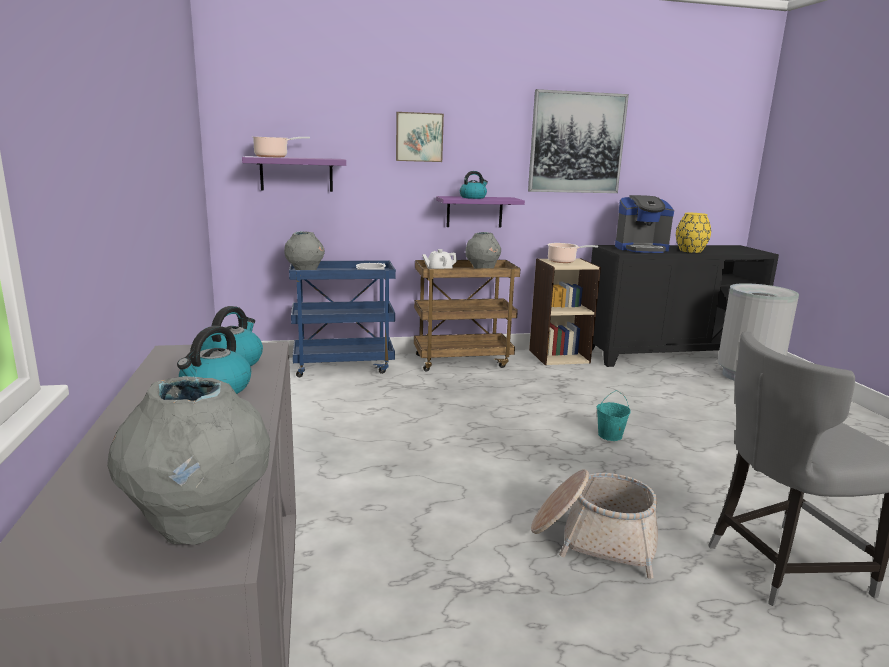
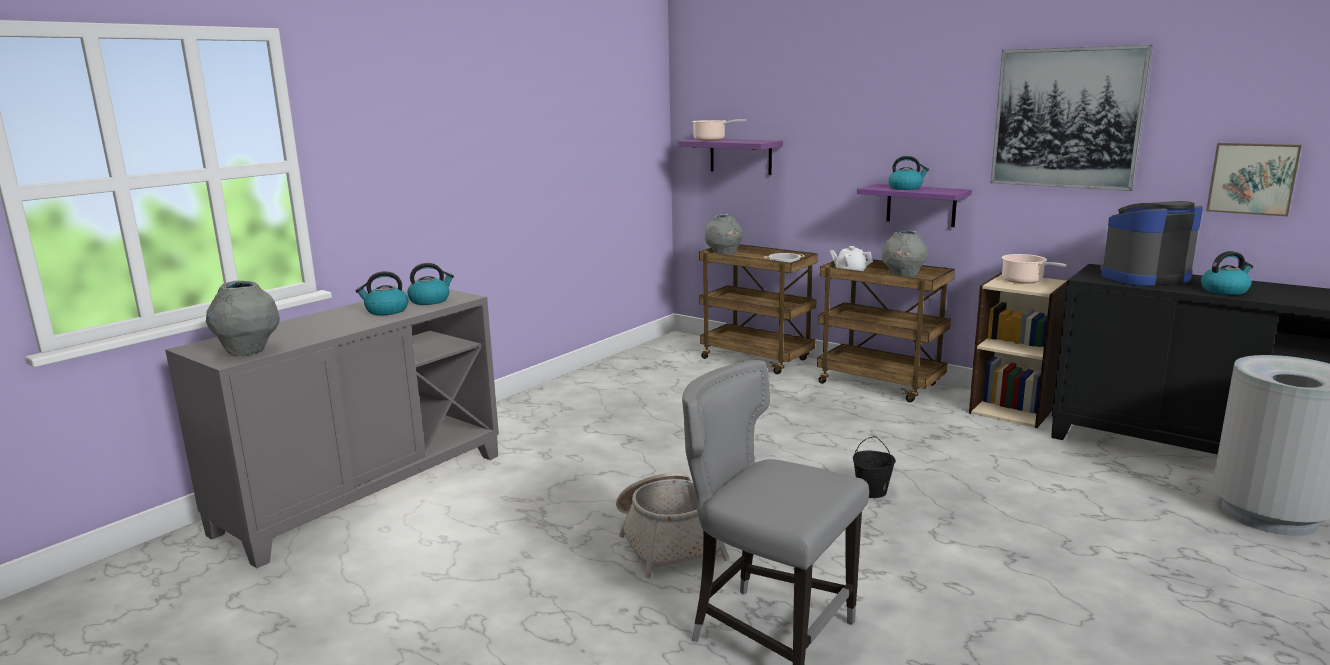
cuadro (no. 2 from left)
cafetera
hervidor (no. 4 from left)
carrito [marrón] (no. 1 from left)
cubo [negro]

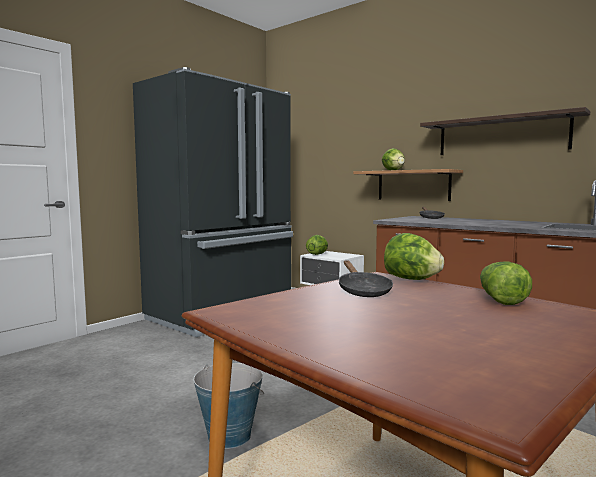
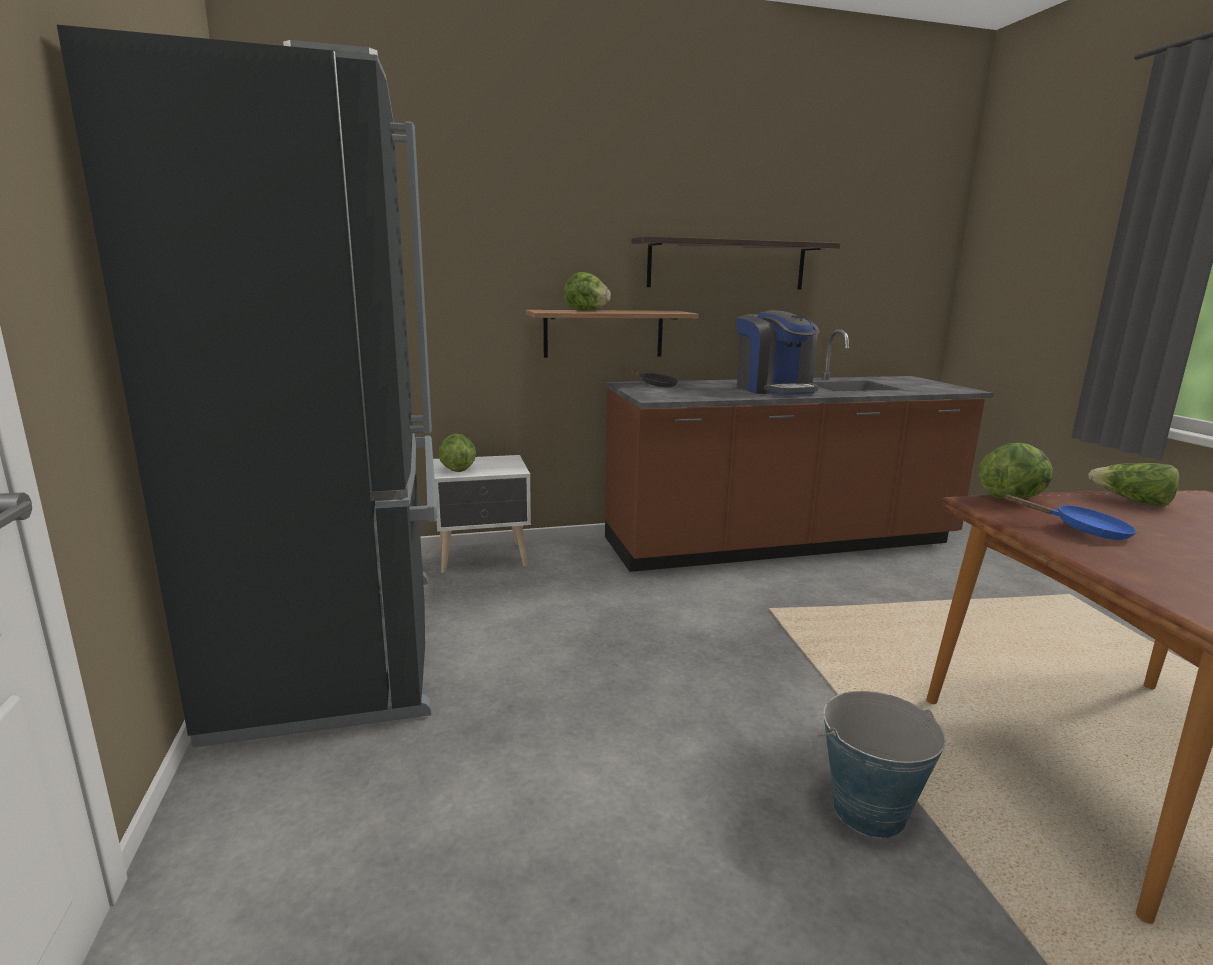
sartén [azul]
cafetera

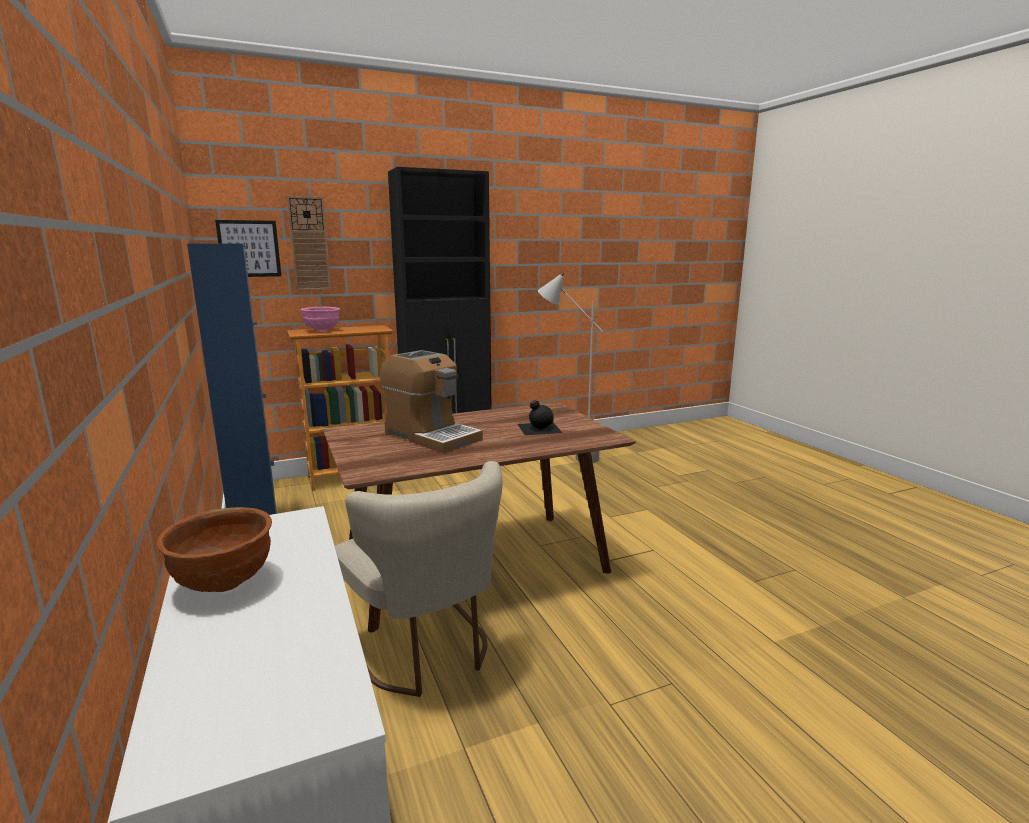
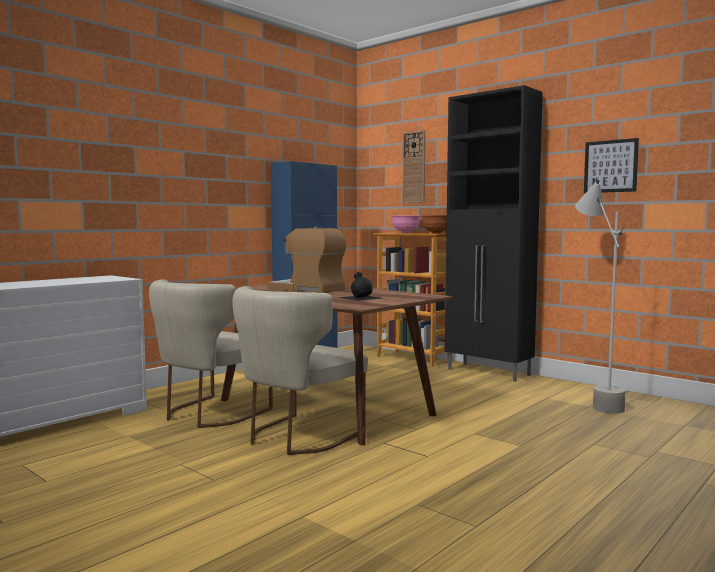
cuadro
cafetera
cuenco [marrón]
silla [beis] (no. 2 from left)

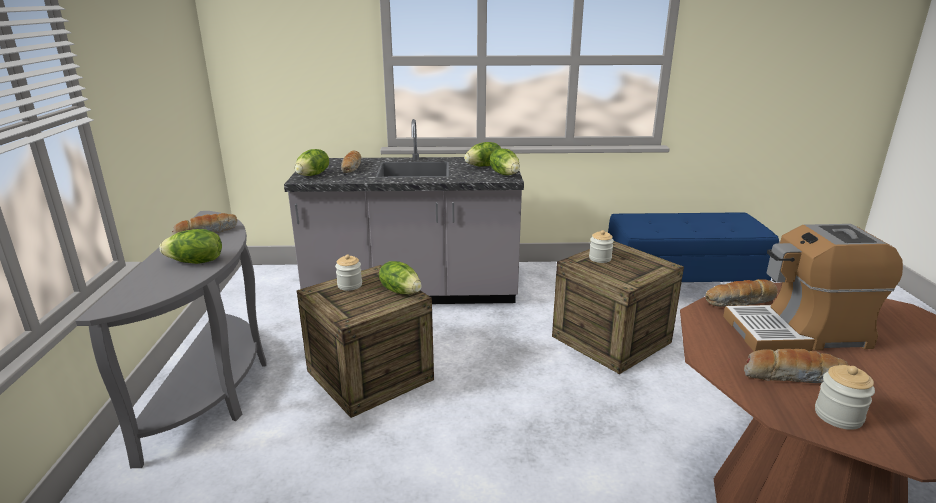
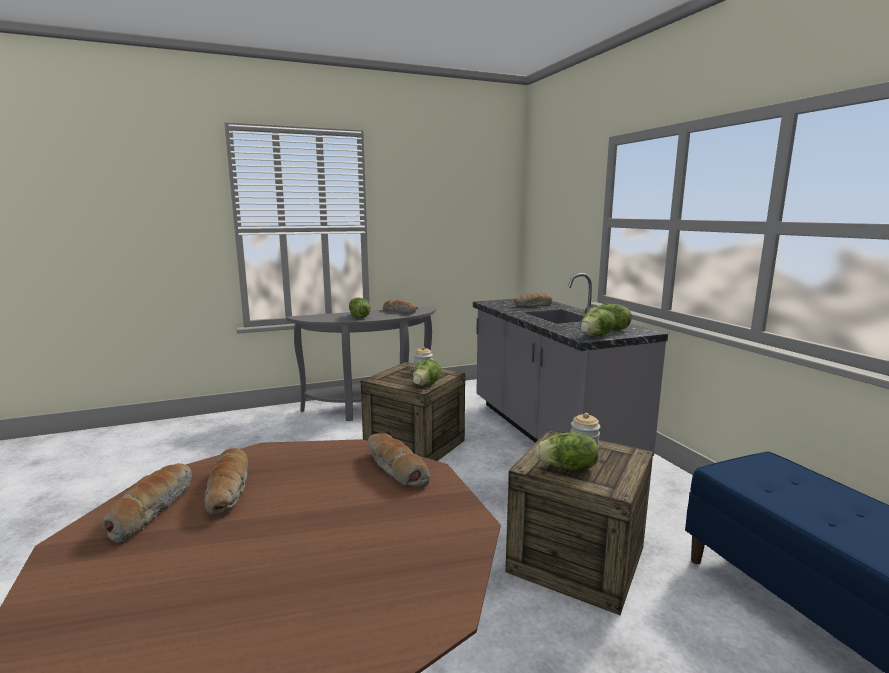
lechuga (no. 3 from left)
cafetera
pan (no. 1 from left)

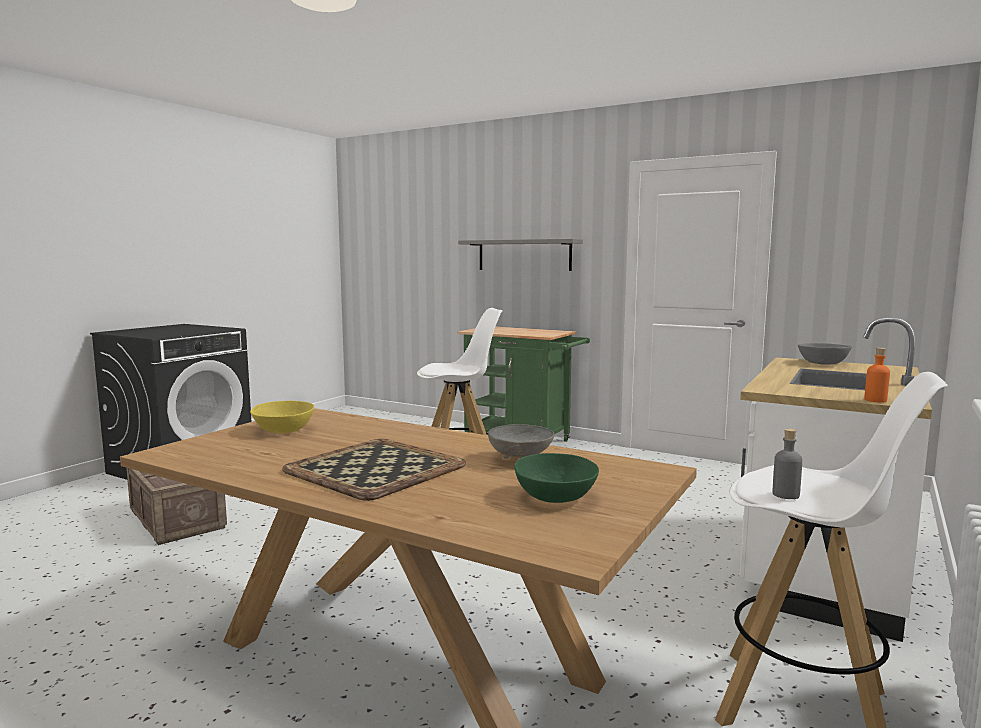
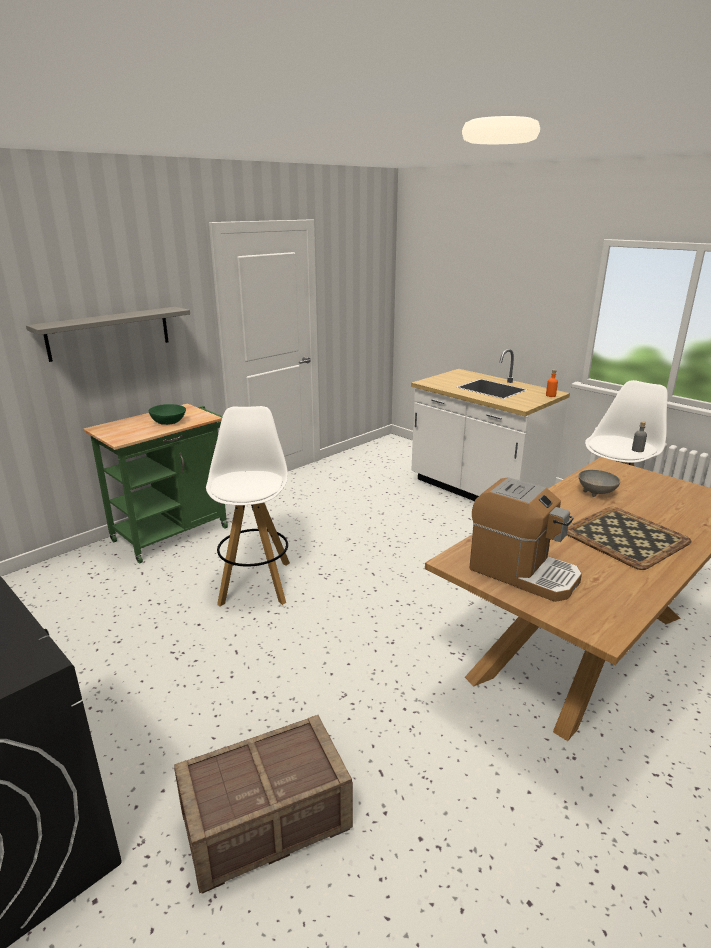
cuenco [gris] (no. 2 from left in the first image)
cafetera
cuenco [verde]

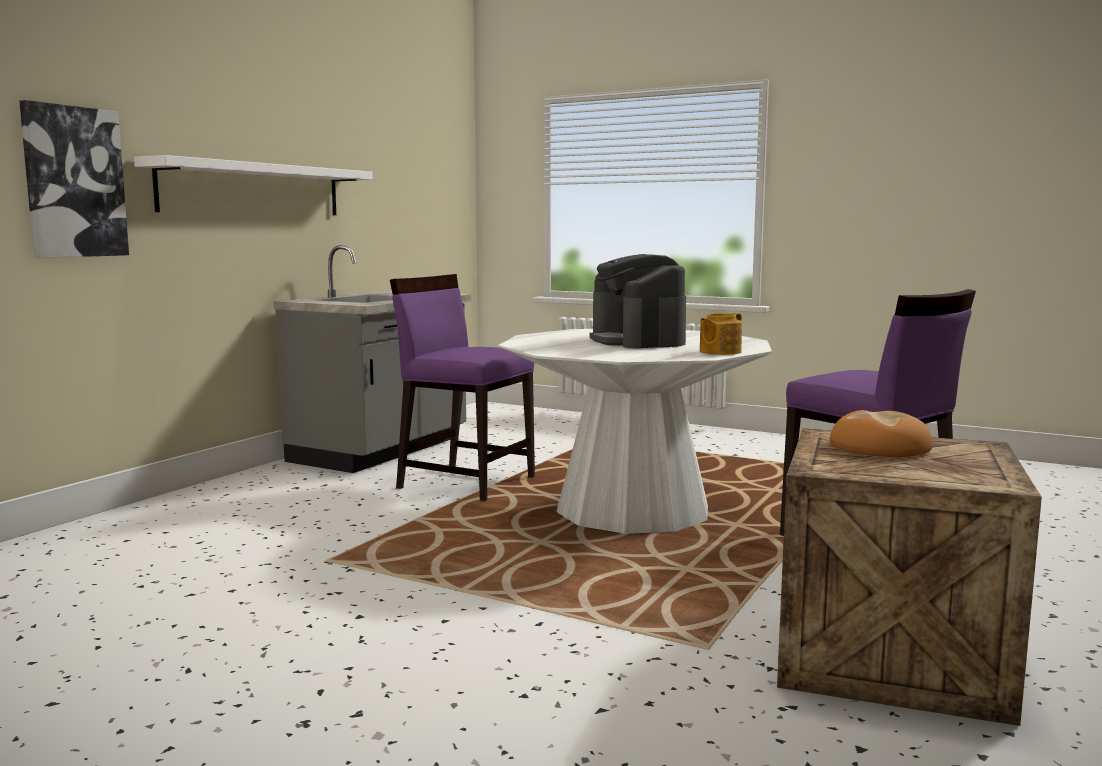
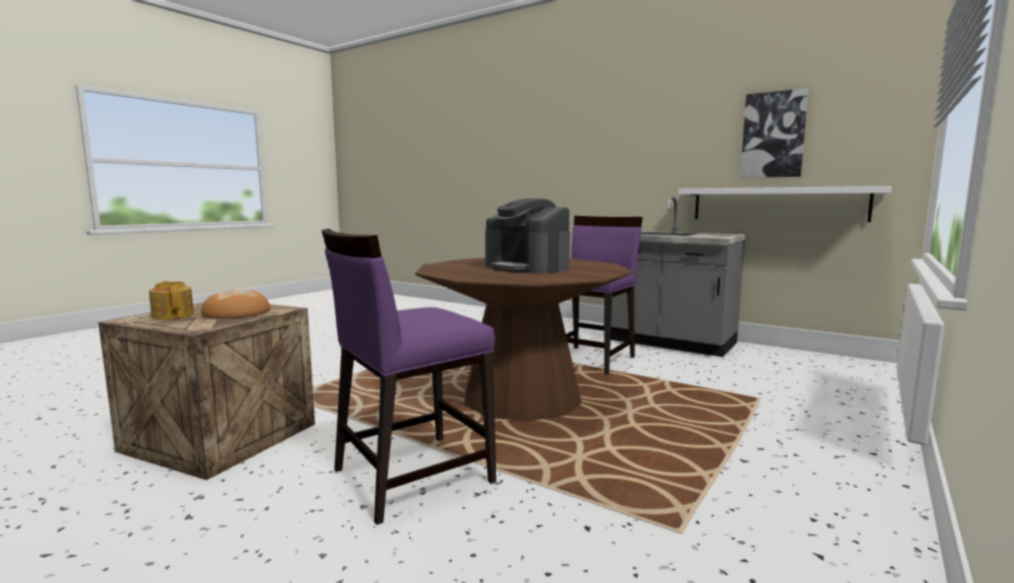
cuadro
estante [blanco]
cafetera
tetera
mesa de comedor [marrón]

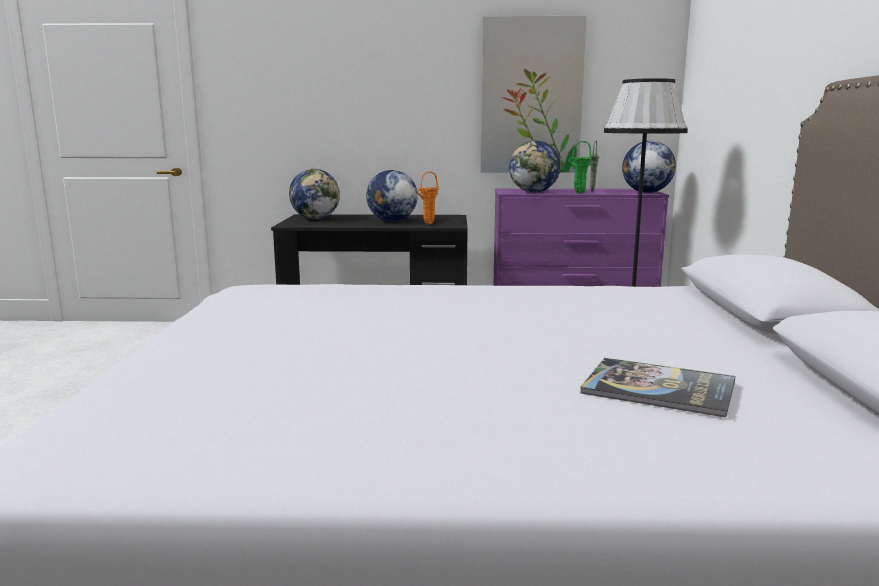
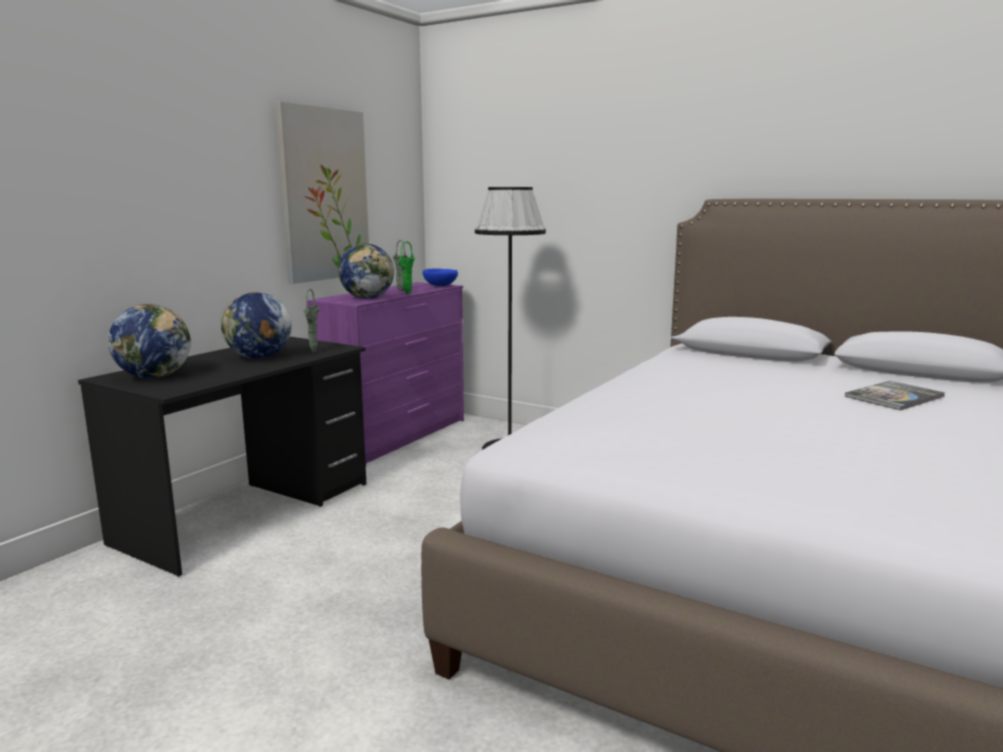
cuenco [azul]
florero [verde] (no. 1 from left)

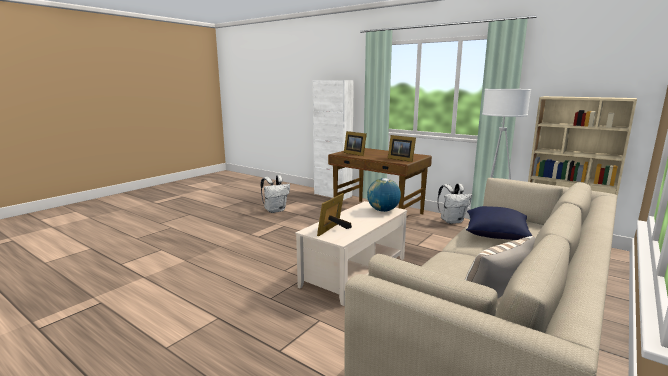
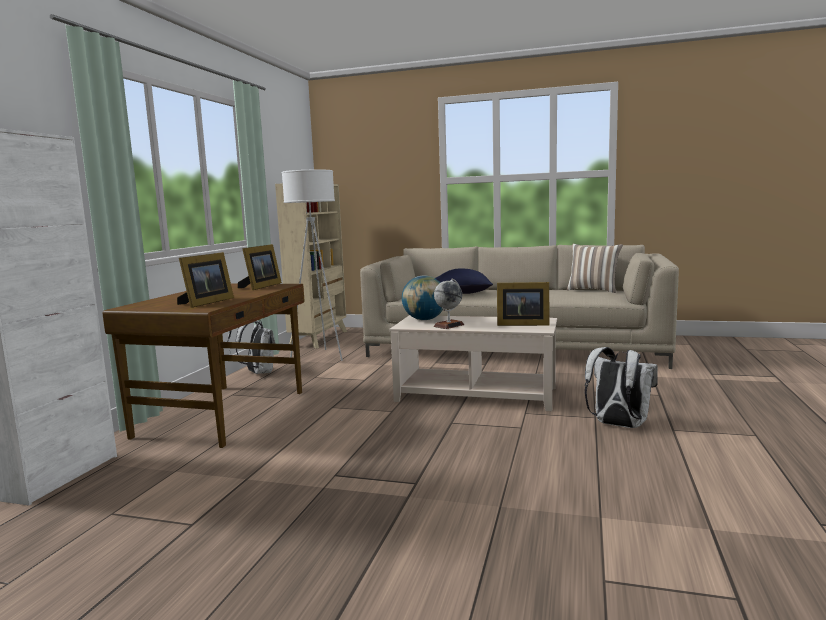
mochila [blanco] (no. 2 from left)
globo terráqueo (no. 2 from left)

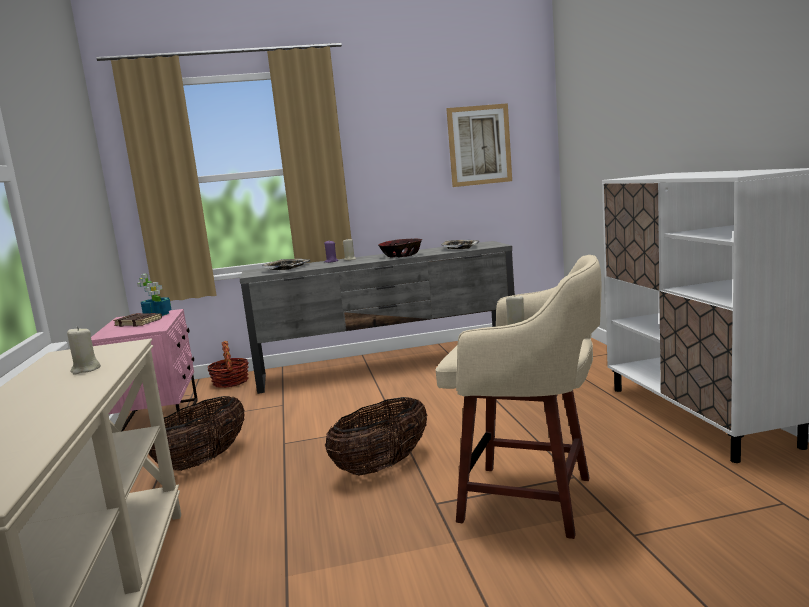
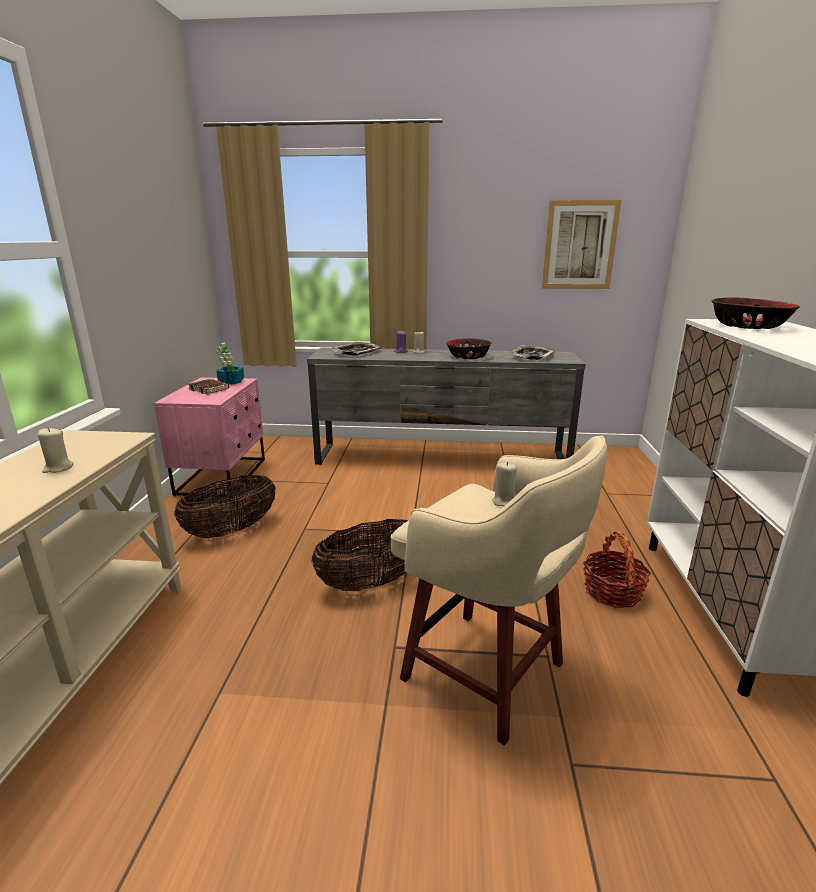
cesta (no. 3 from left)
cuenco (no. 2 from left)

